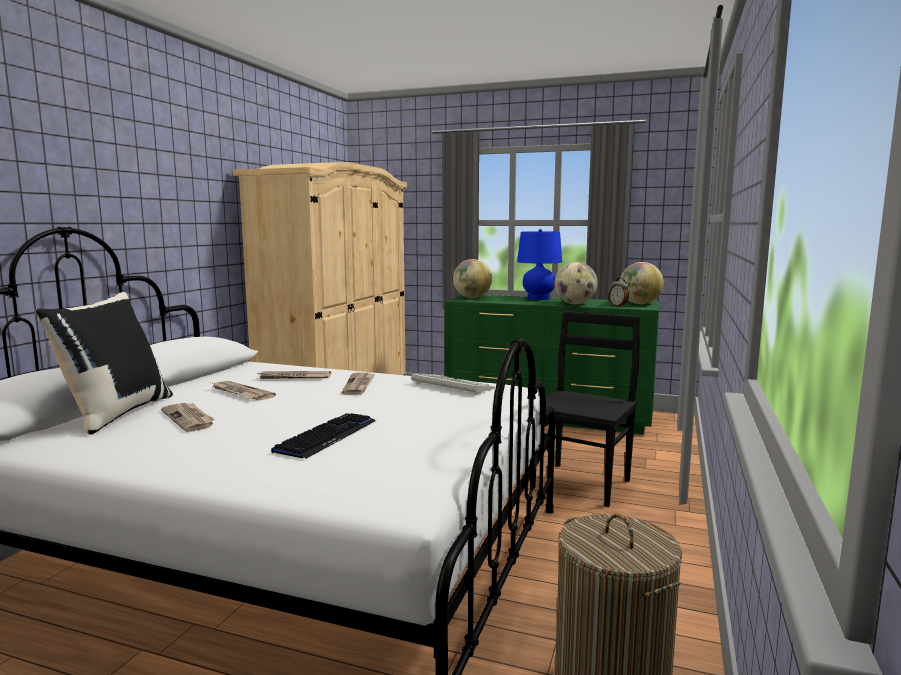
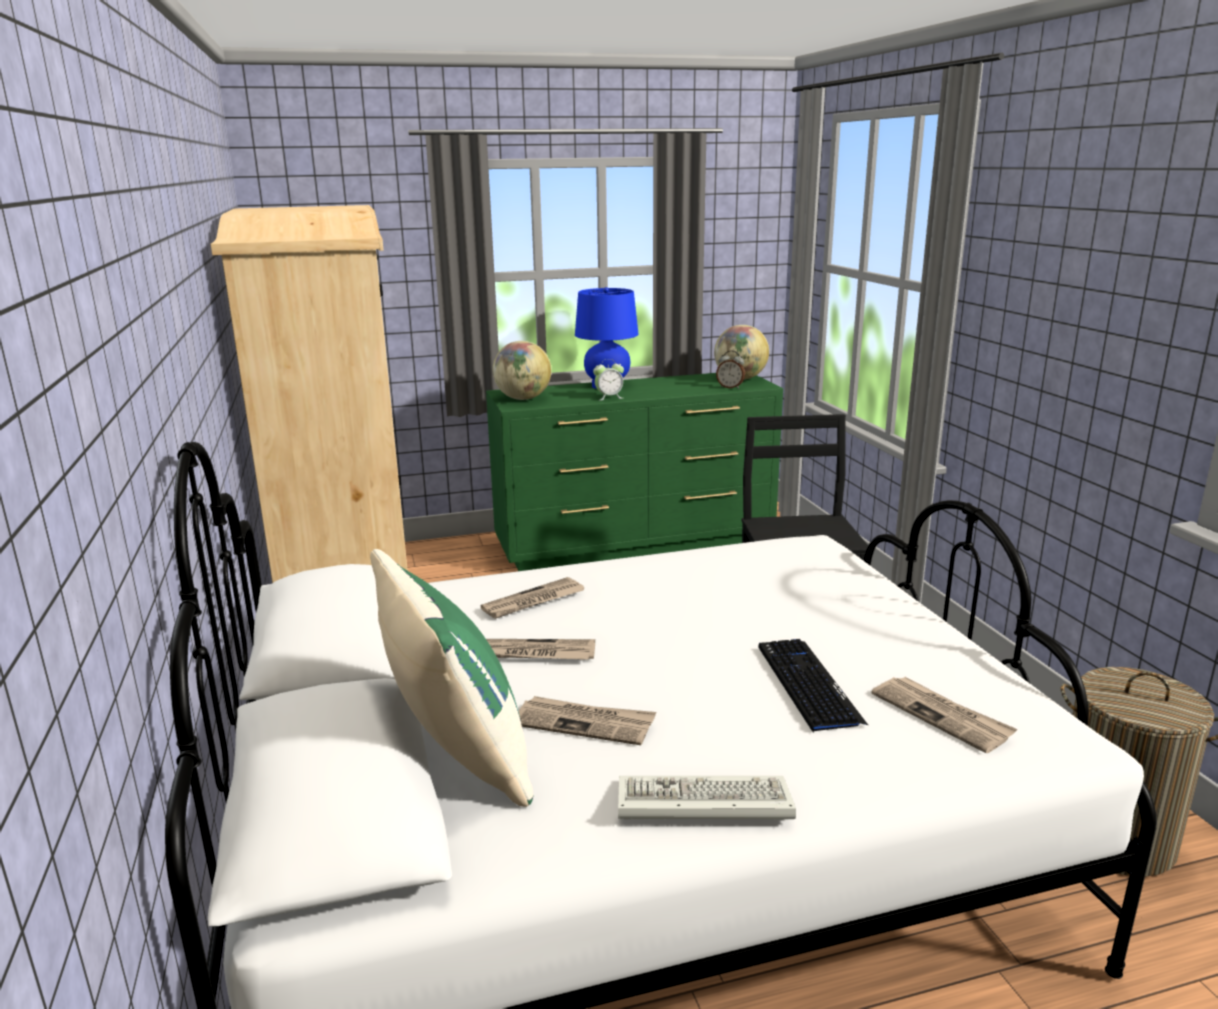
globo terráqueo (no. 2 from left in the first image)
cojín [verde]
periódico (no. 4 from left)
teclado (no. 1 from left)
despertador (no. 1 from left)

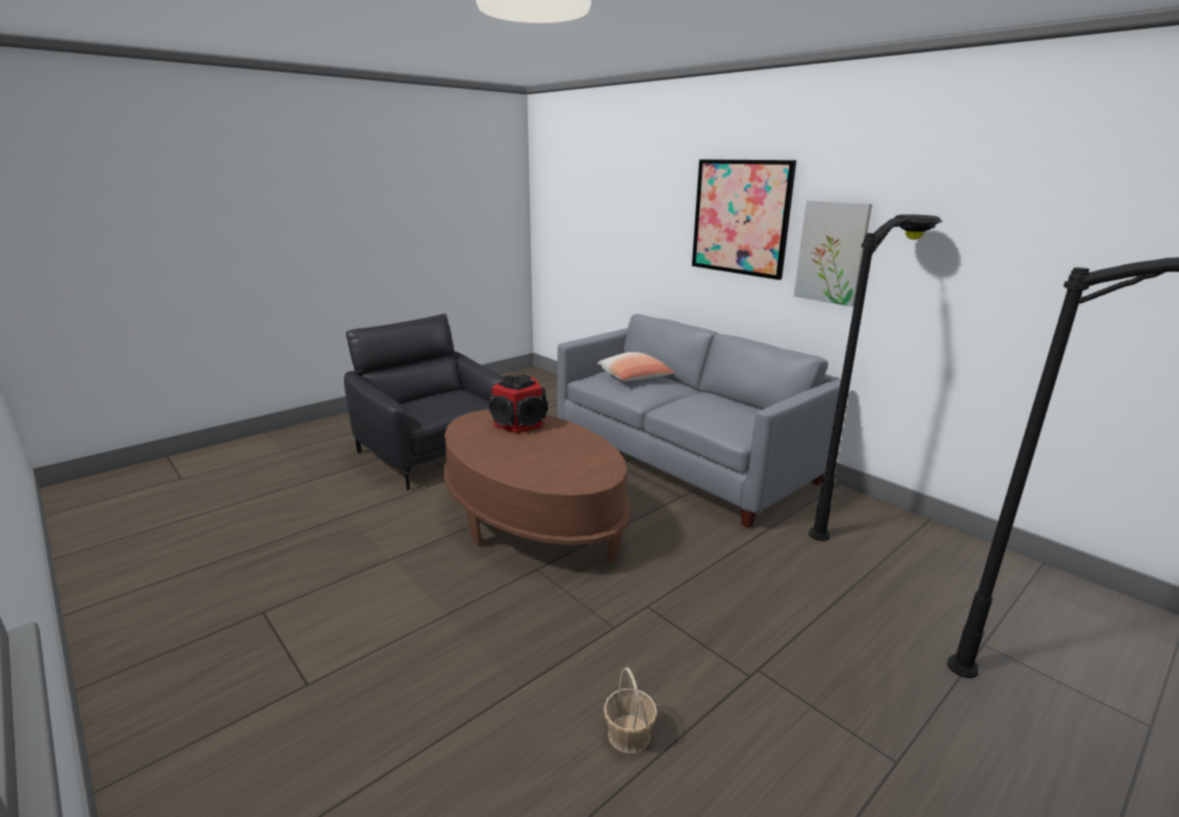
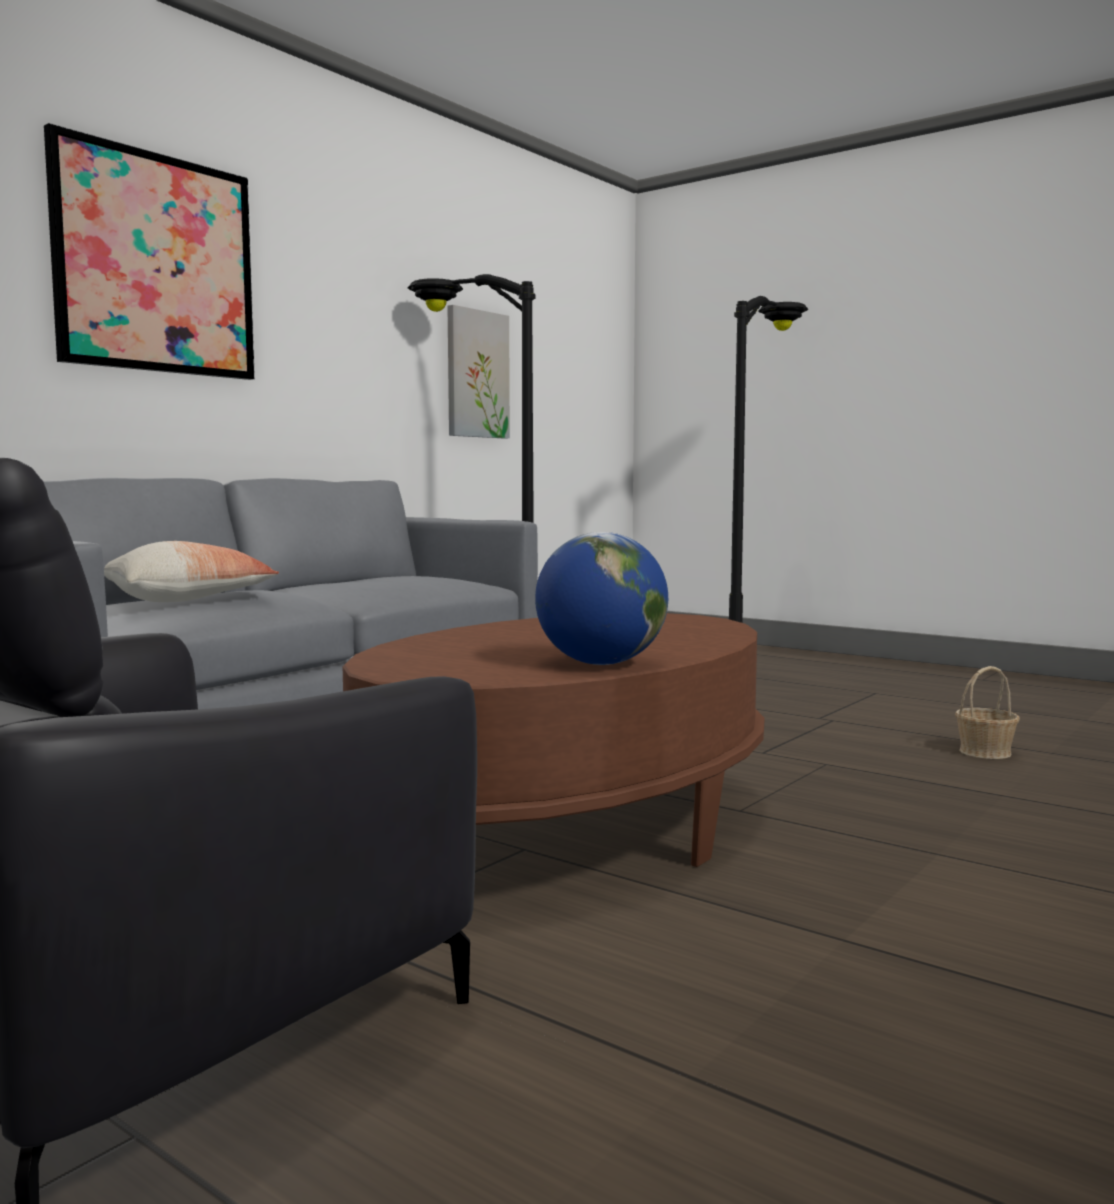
cuadro (no. 2 from left)
altavoz
globo terráqueo

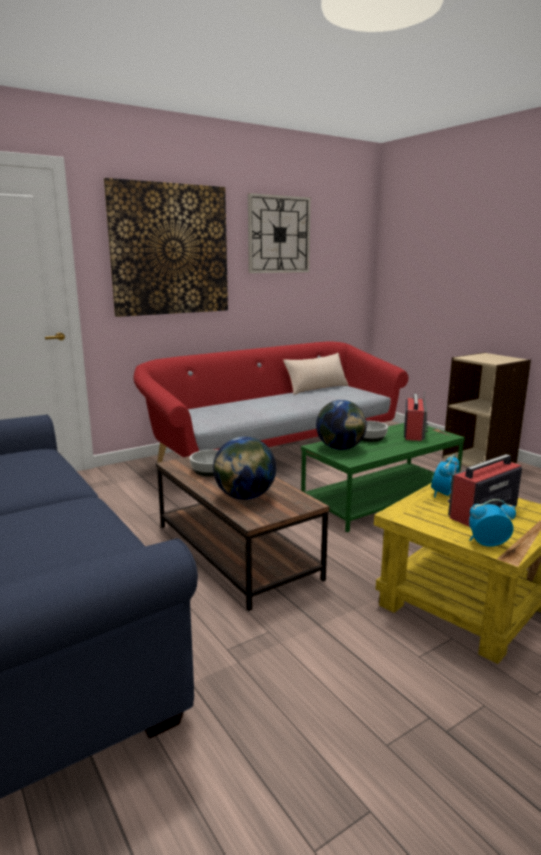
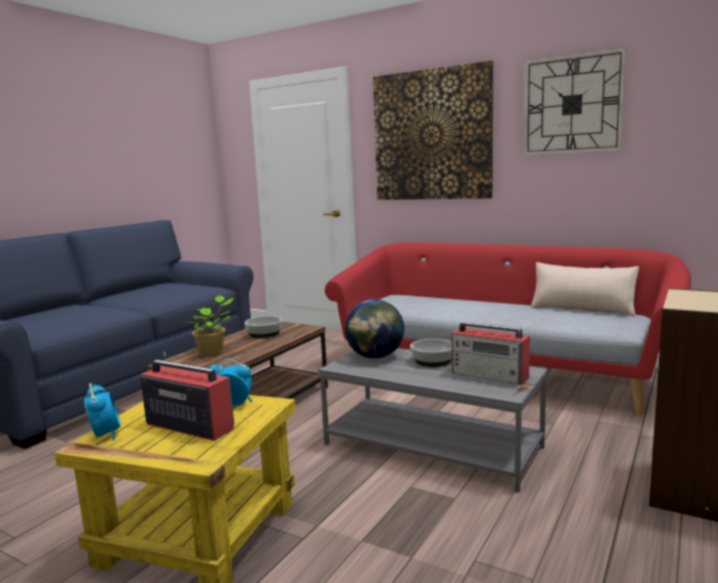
radio (no. 2 from left)
mesa de centro [gris]
planta en maceta

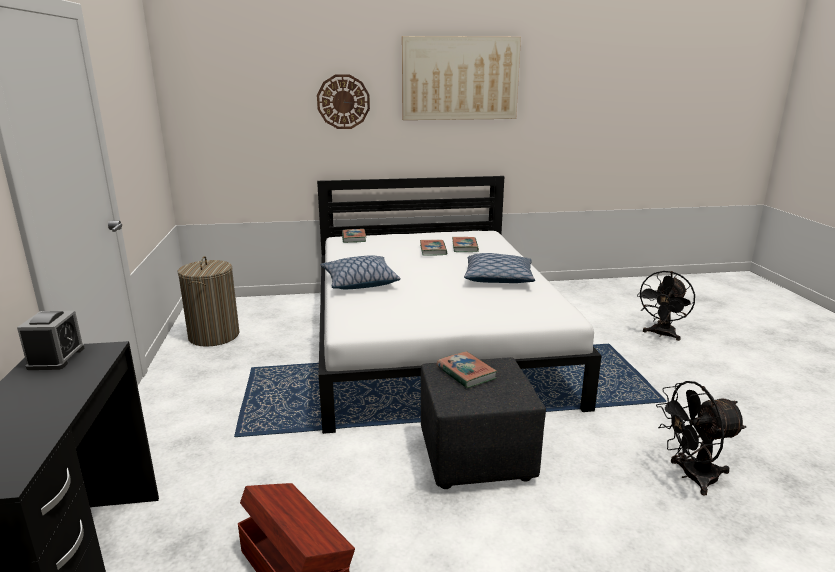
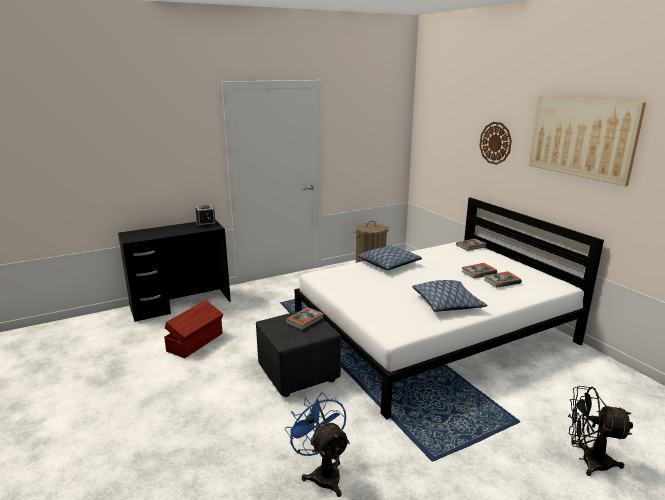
ventilador [azul]

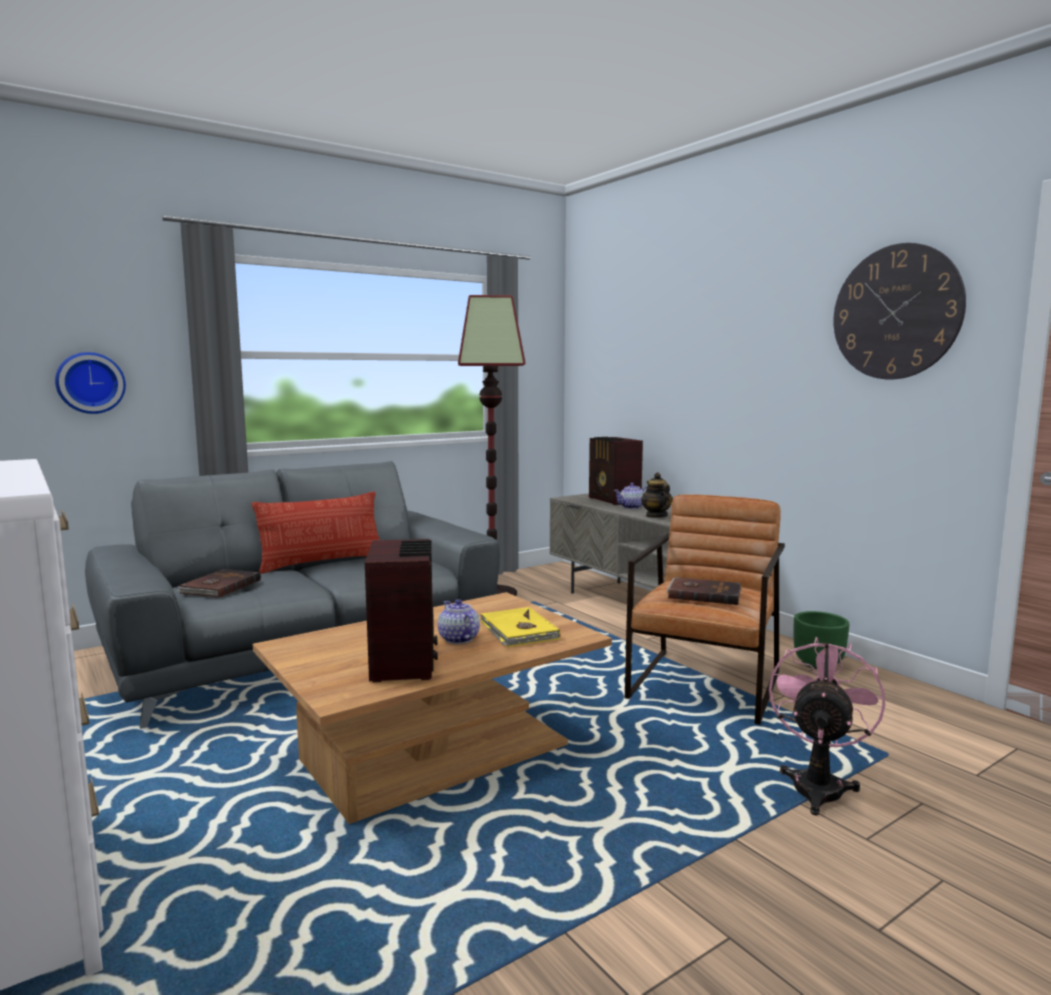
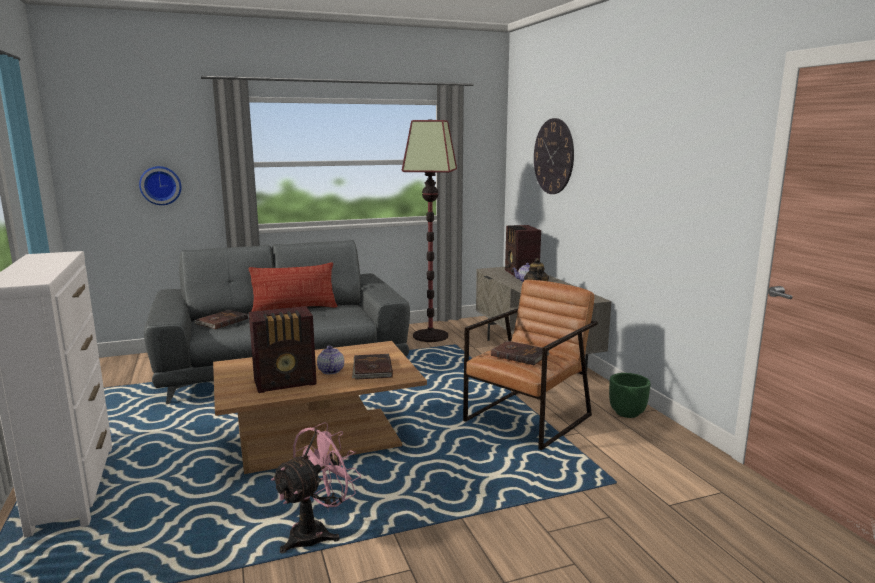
reloj de pared (no. 2 from left)
radio (no. 1 from left)
libro [marrón] (no. 2 from left)
ventilador [rosa]

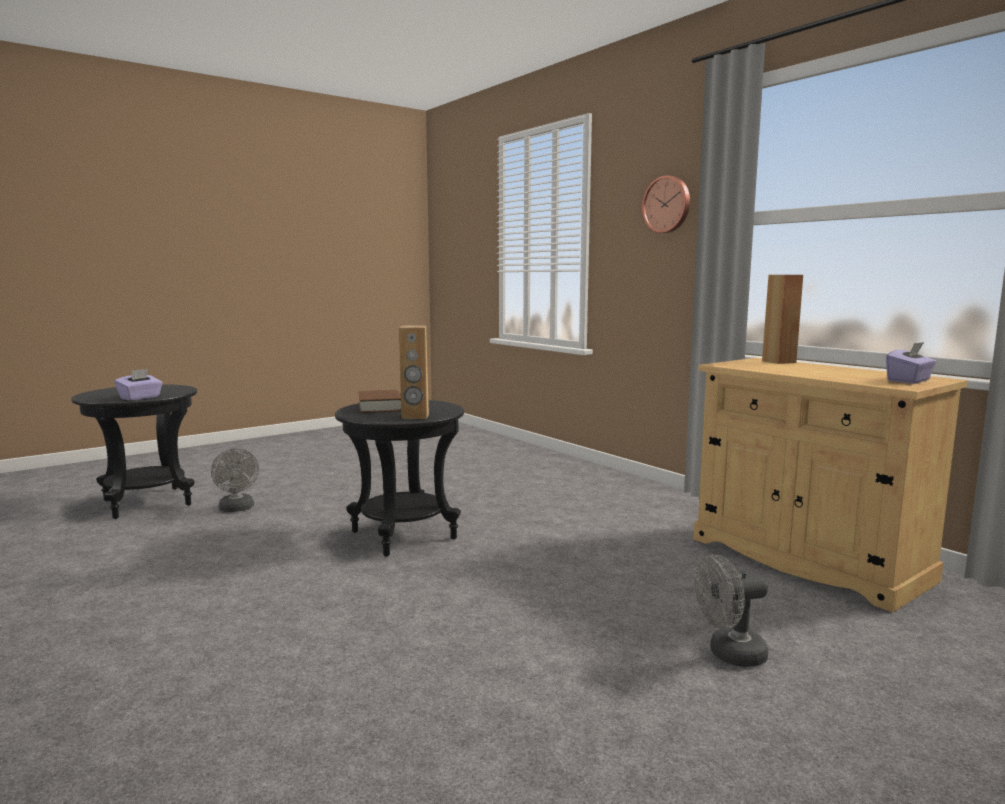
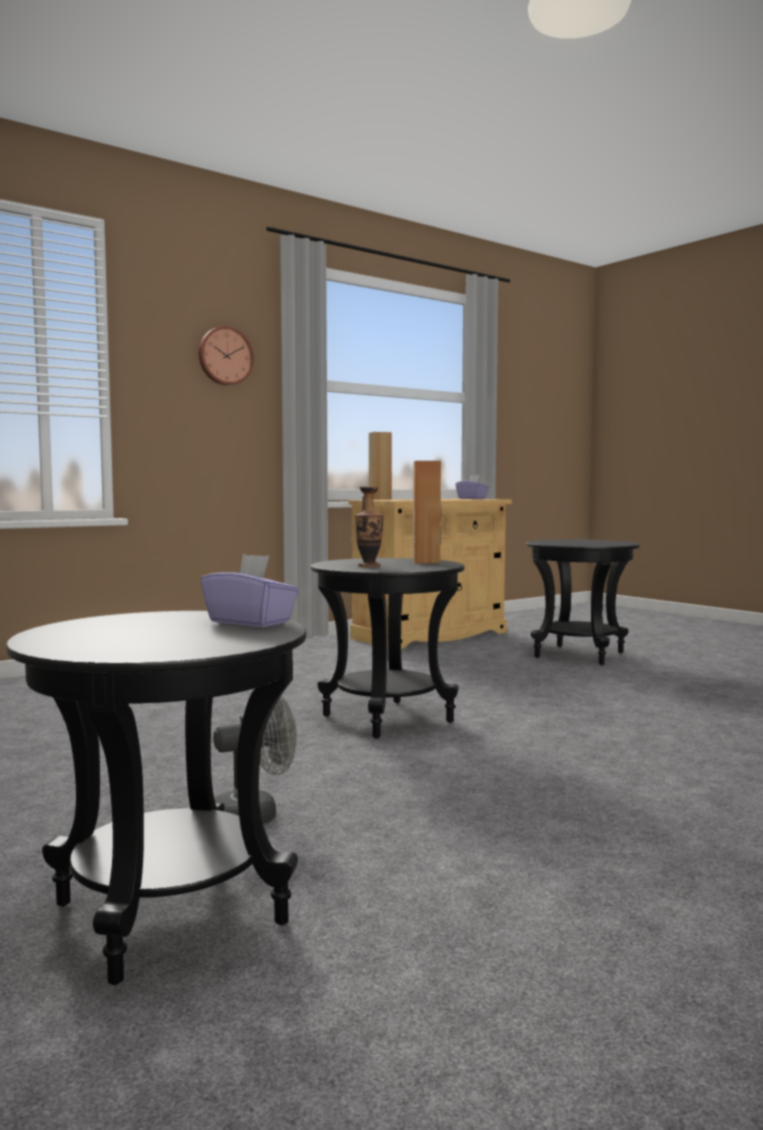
florero
mesa auxiliar [negro] (no. 3 from left)

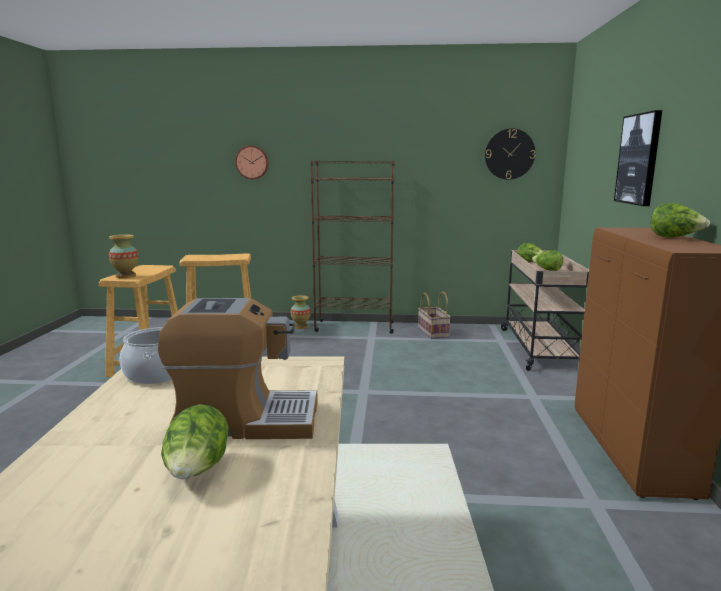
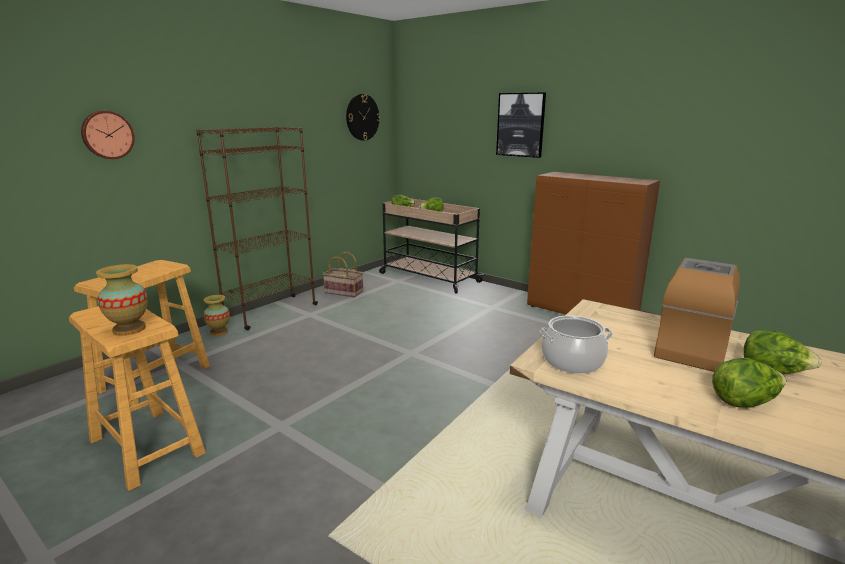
lechuga (no. 3 from left)

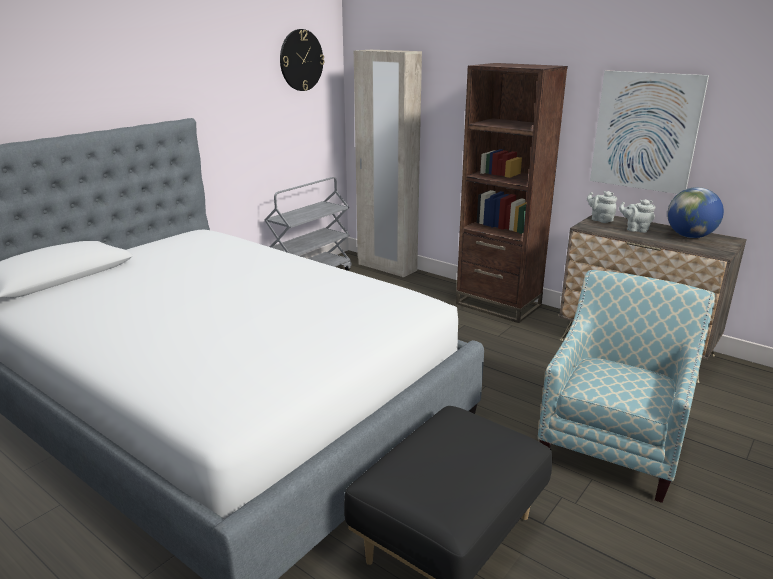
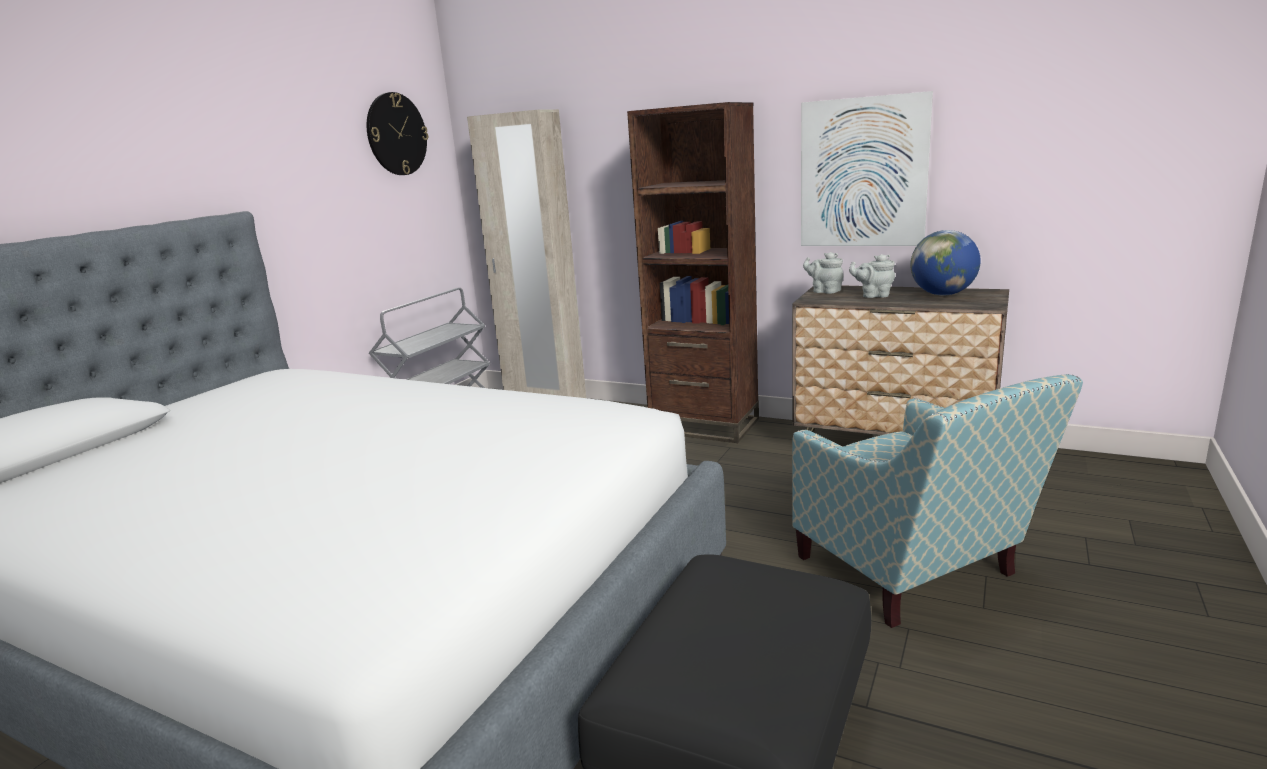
sillón

